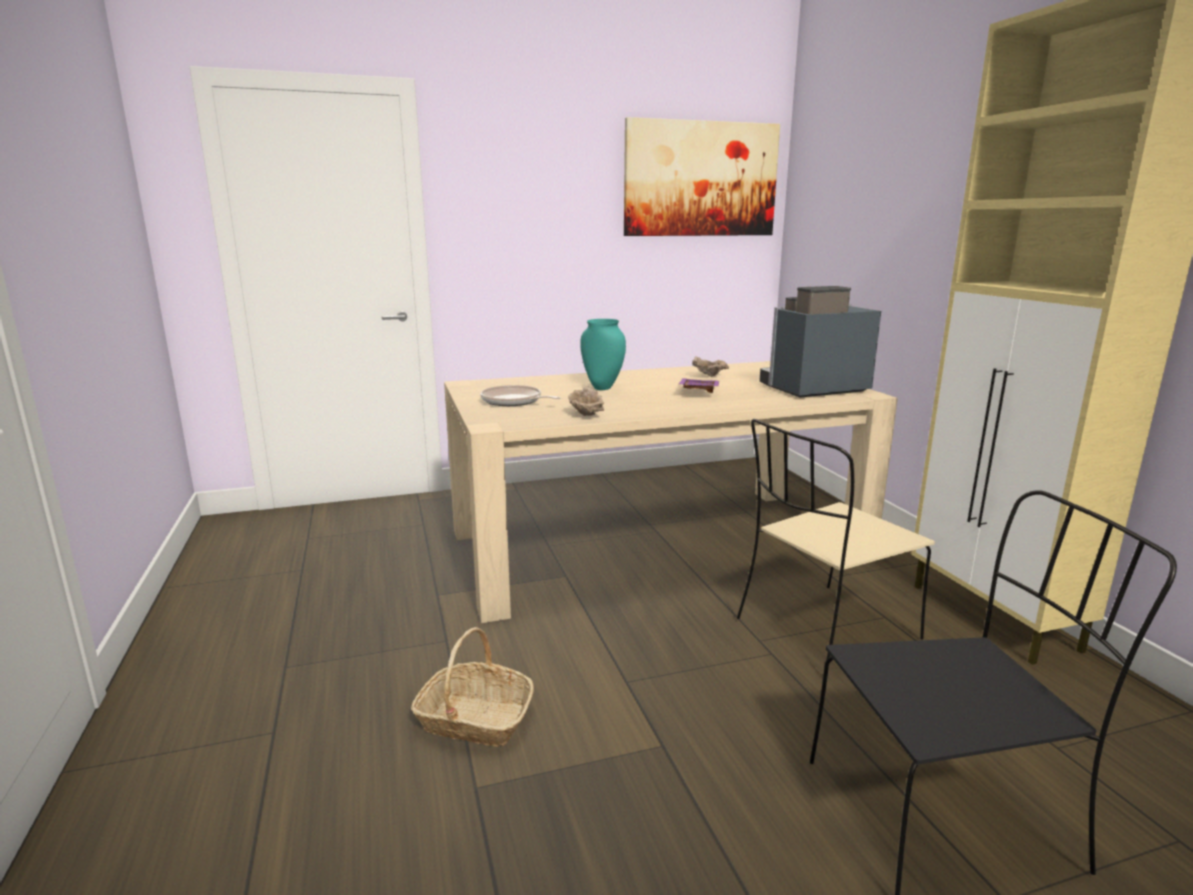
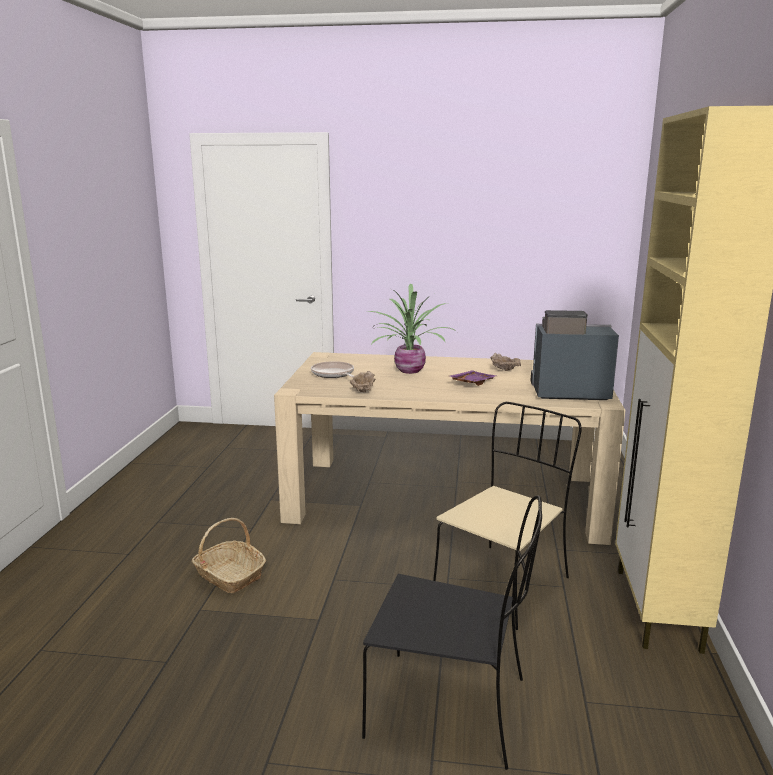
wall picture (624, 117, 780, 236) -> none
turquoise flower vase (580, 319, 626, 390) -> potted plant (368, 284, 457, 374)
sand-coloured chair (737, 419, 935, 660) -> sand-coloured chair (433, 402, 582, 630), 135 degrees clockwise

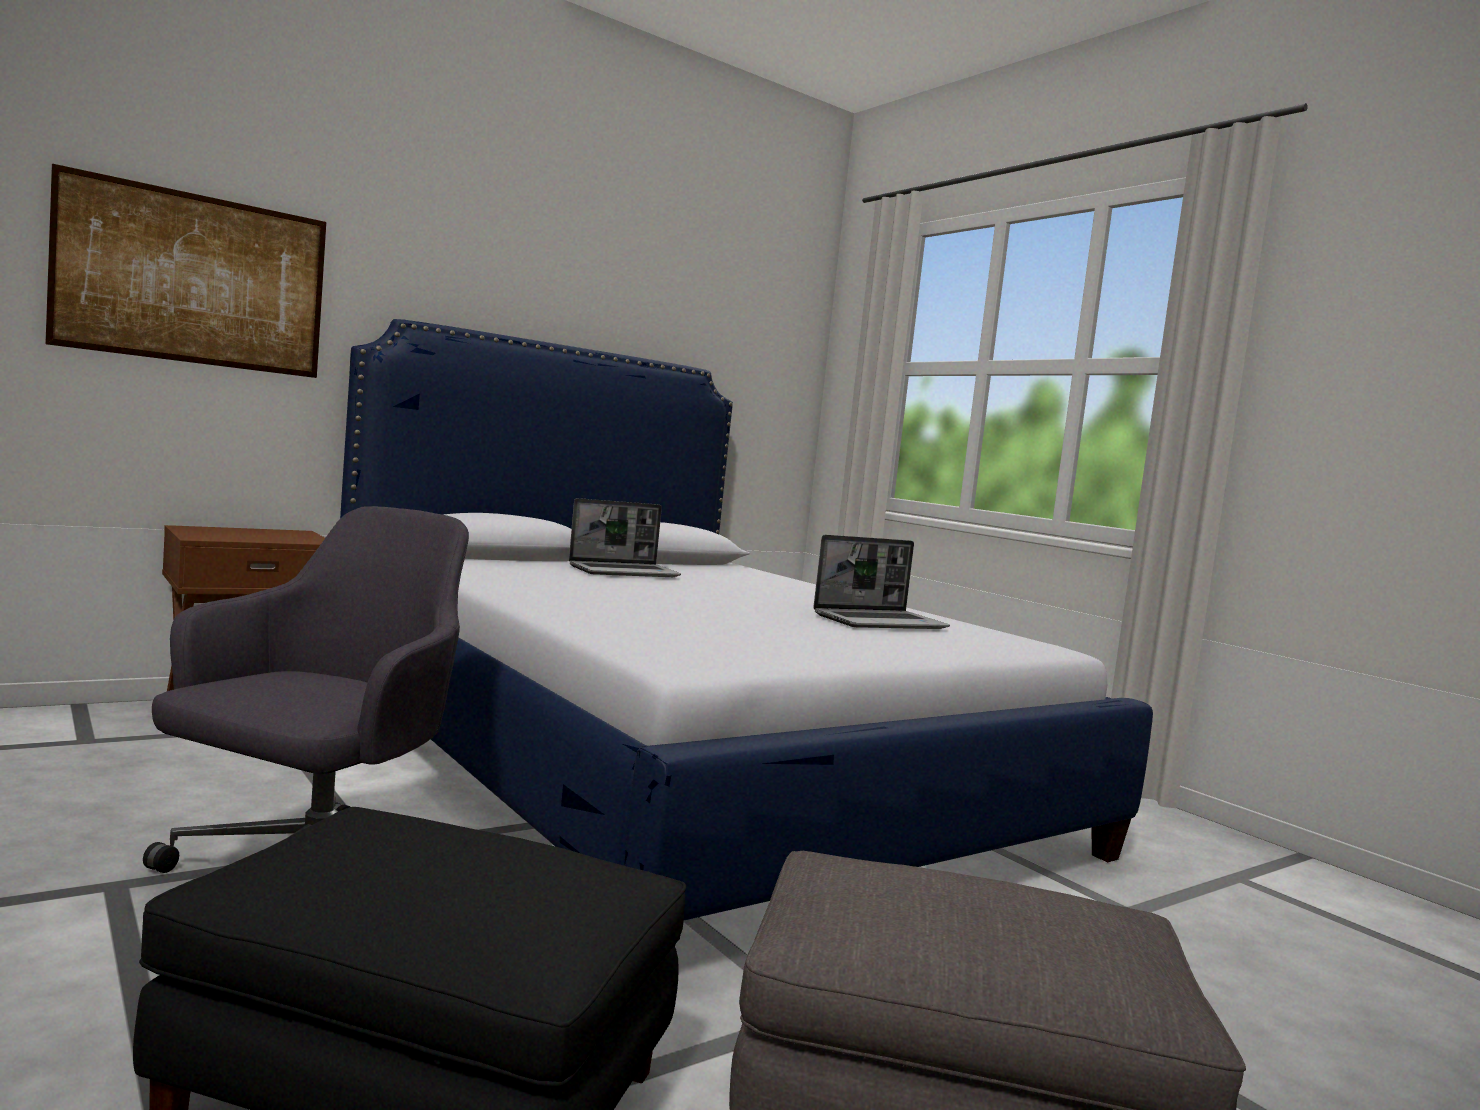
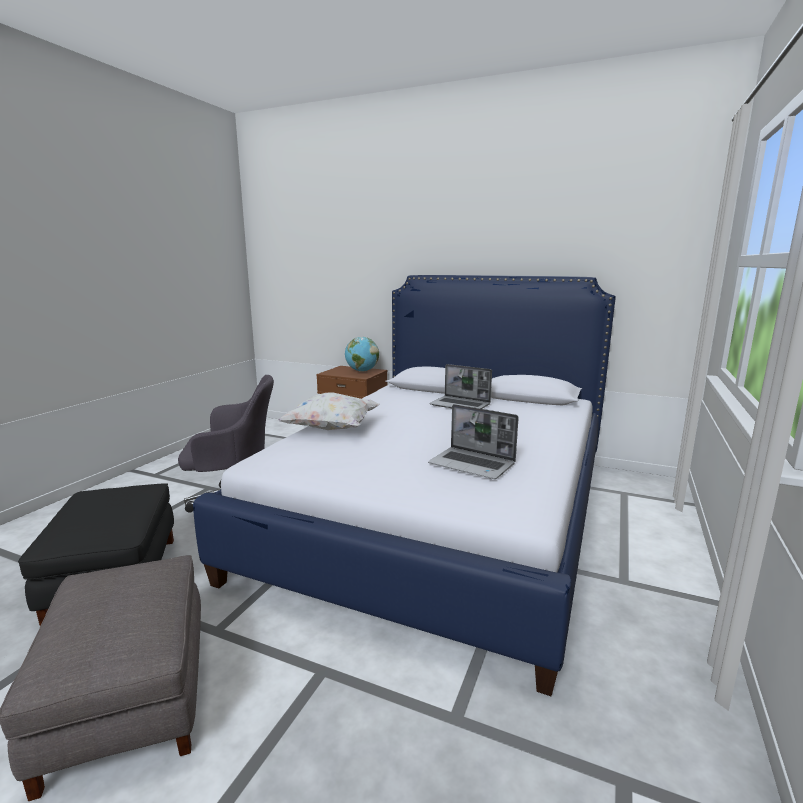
wall picture (45, 163, 326, 378) -> none
none -> whitish pillow (278, 392, 380, 430)
none -> globe (345, 337, 379, 372)

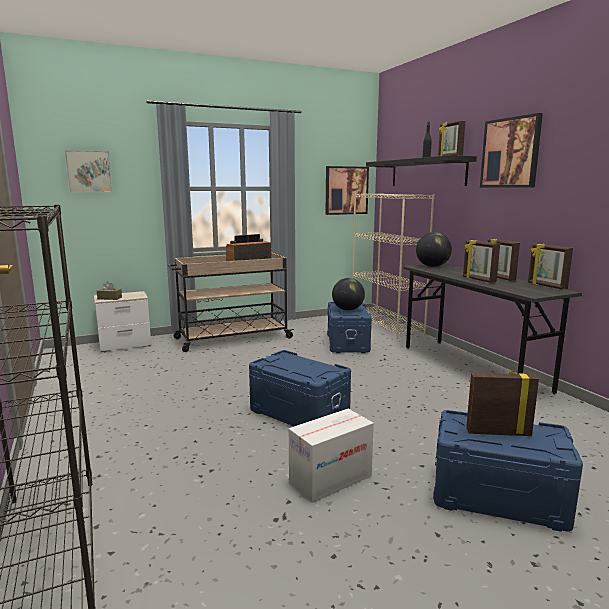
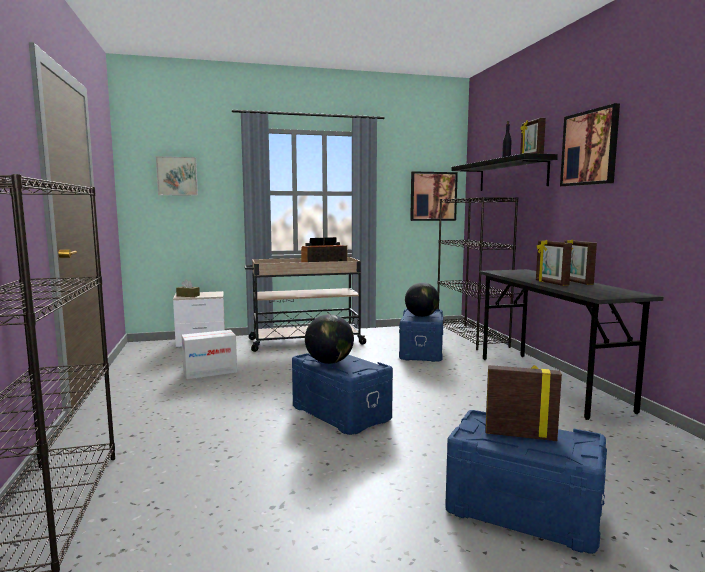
photo frame (528, 243, 573, 290) -> none
packing box (289, 409, 374, 503) -> packing box (181, 330, 237, 379), moved
globe (416, 232, 452, 267) -> globe (305, 314, 354, 364), moved
sand-coloured bookshelf (352, 193, 435, 339) -> blackish bookshelf (437, 197, 518, 350)

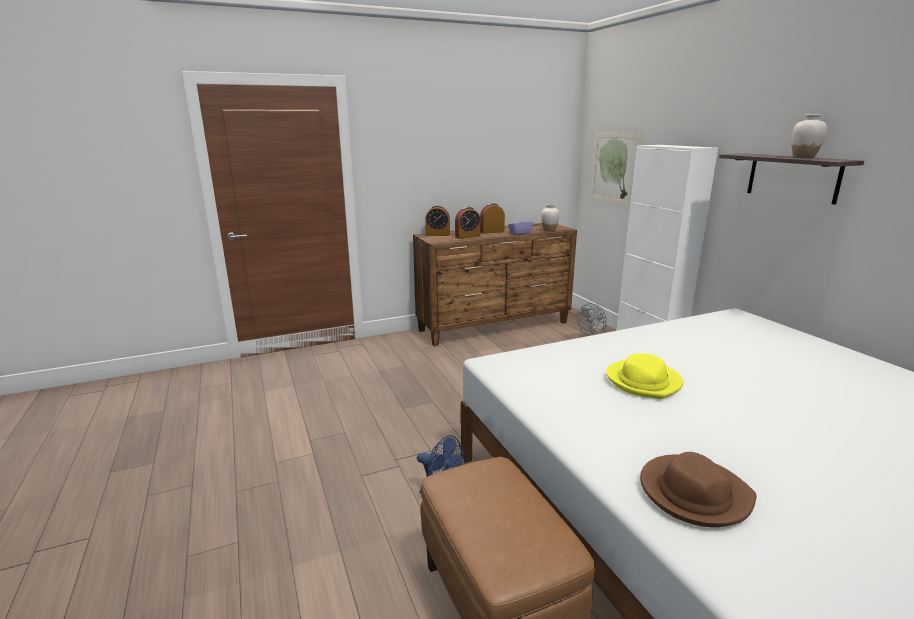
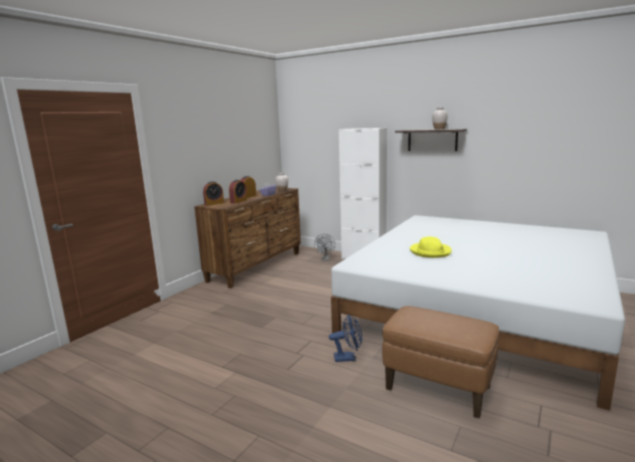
wall picture (590, 132, 642, 207) -> none
brown-coloured clothing hat (640, 452, 756, 527) -> none

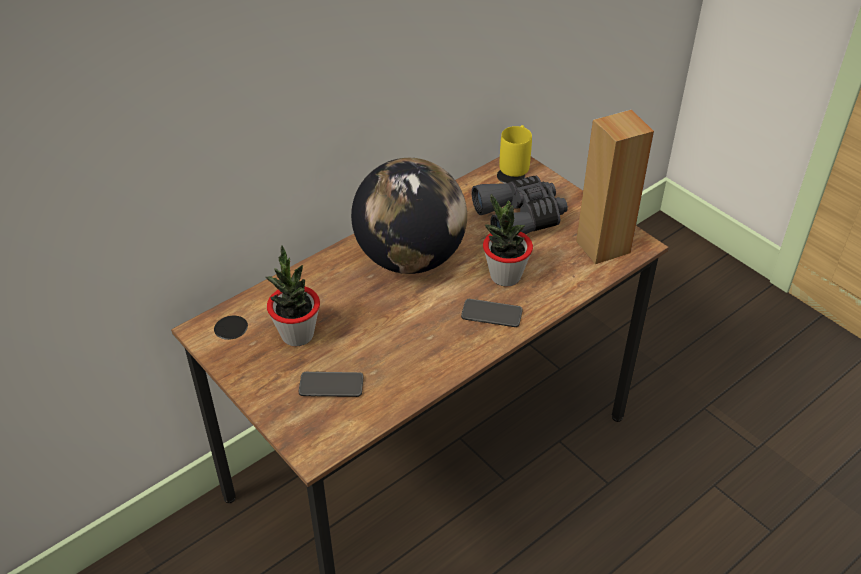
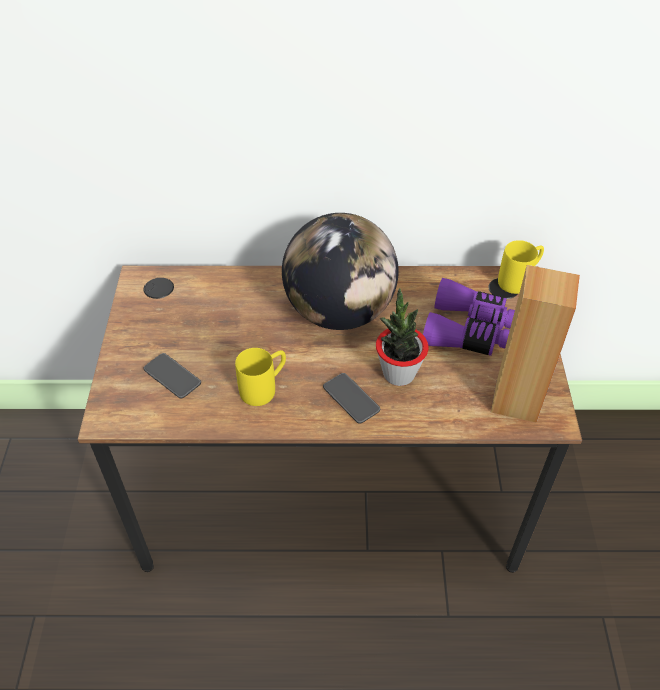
potted plant (266, 245, 320, 346) -> none
none -> yellowish mug (235, 348, 286, 406)
greyish field glasses (472, 176, 568, 234) -> purple-coloured field glasses (423, 278, 515, 356)

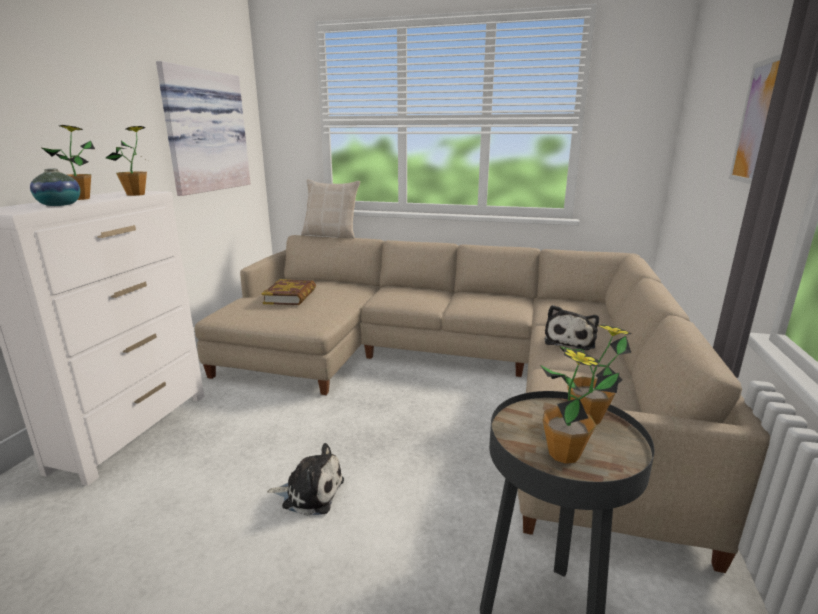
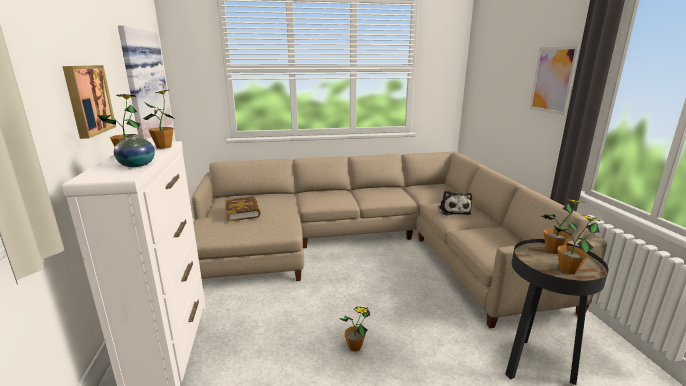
sand-coloured pillow (301, 179, 360, 238) -> none
none -> wall picture (62, 65, 116, 139)
soft toy (267, 443, 344, 516) -> potted plant (339, 307, 370, 352)

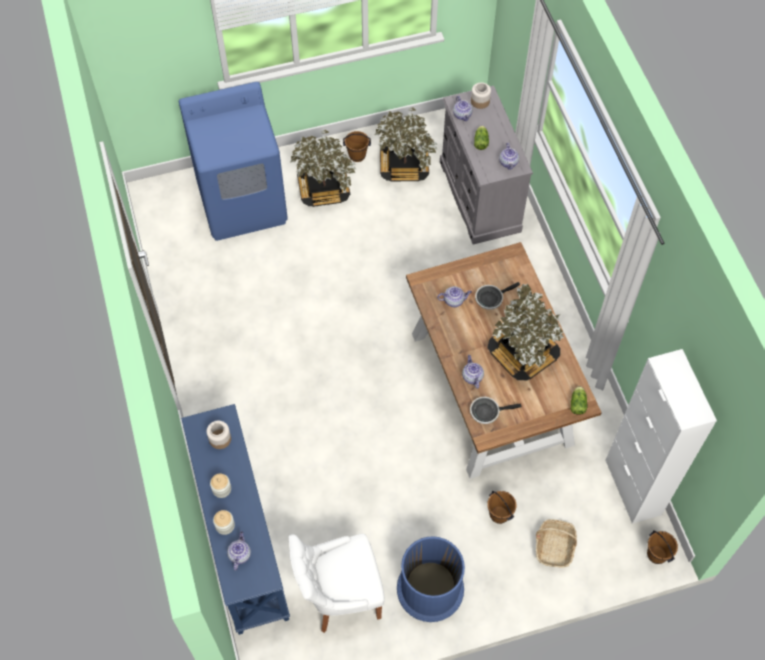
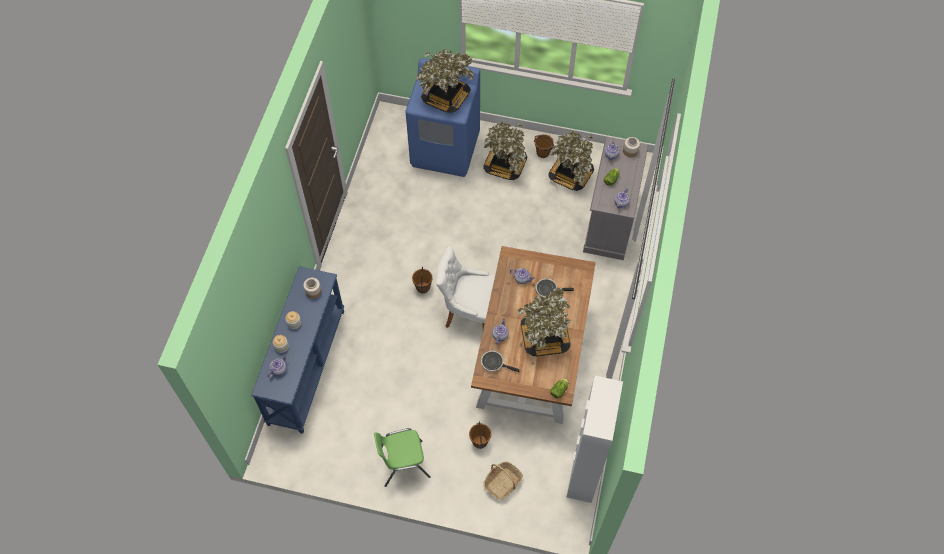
none -> potted plant (417, 48, 474, 113)
whitish chair (289, 533, 385, 633) -> whitish chair (436, 246, 495, 329), moved
brown-coloured bucket (647, 530, 678, 564) -> brown-coloured bucket (412, 267, 433, 293), moved
blue-coloured rubbish bin (397, 536, 465, 622) -> green-coloured chair (374, 428, 431, 487)

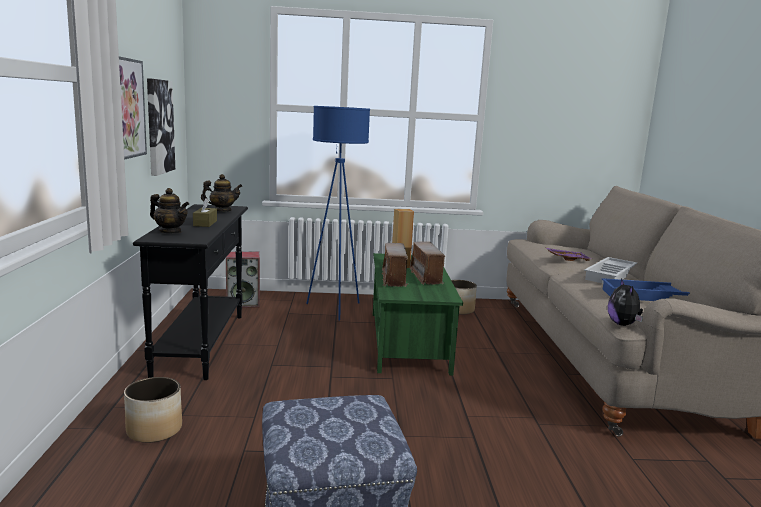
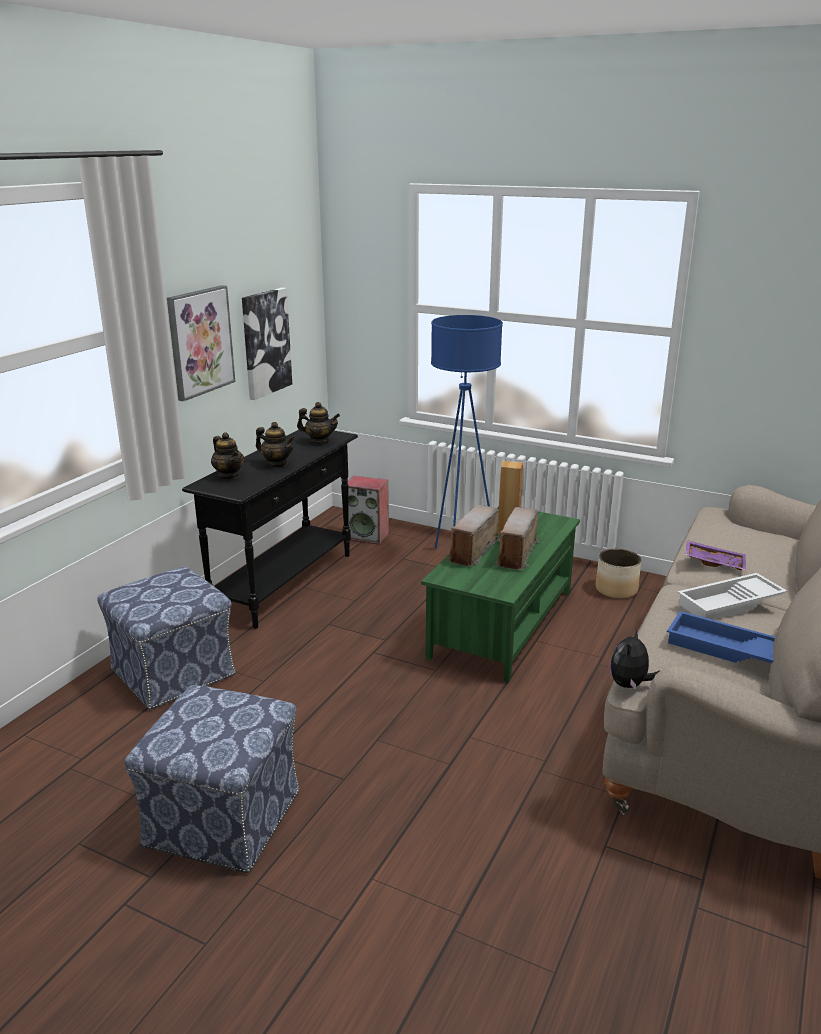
planter (124, 377, 182, 443) -> footrest (97, 567, 236, 710)
brown-coloured box of tissues (193, 198, 217, 227) -> pot for tea (256, 422, 295, 467)

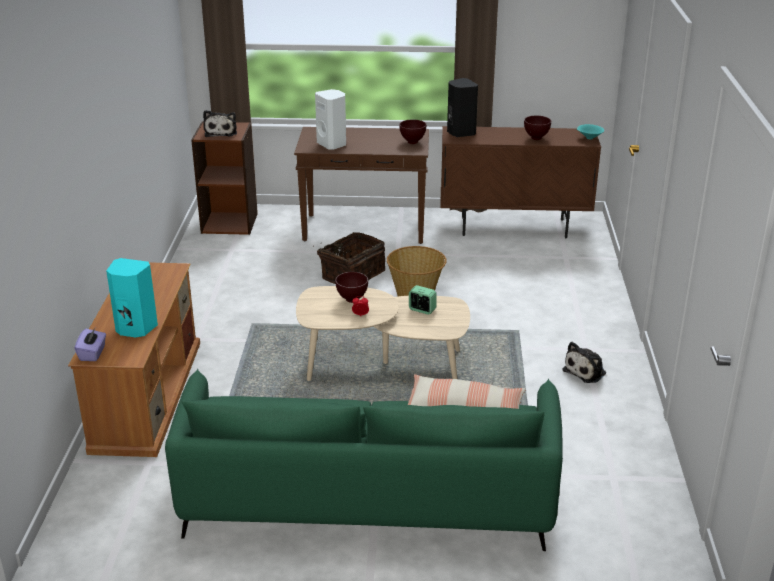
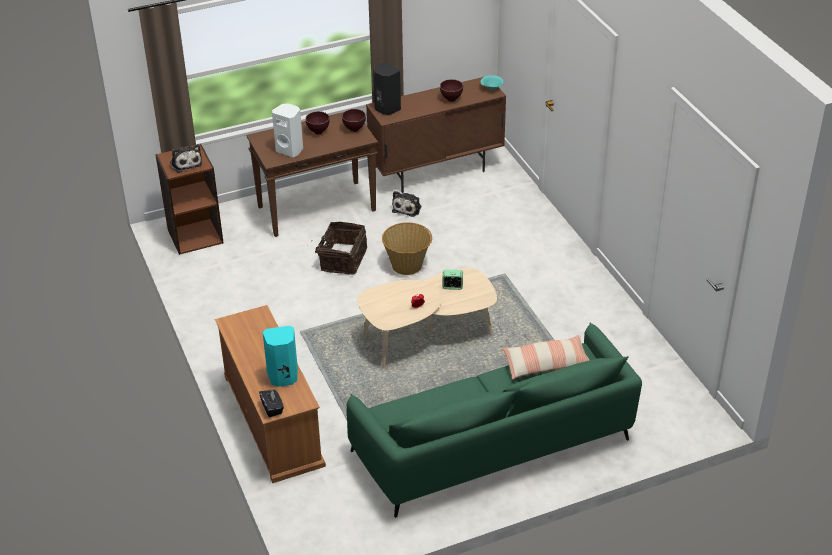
brown-coloured bowl (335, 272, 368, 303) -> brown-coloured bowl (306, 111, 330, 134), moved
soft toy (562, 342, 606, 383) -> soft toy (392, 191, 421, 217), moved
purple-coloured box of tissues (74, 328, 106, 361) -> blackish box of tissues (259, 390, 284, 417)

